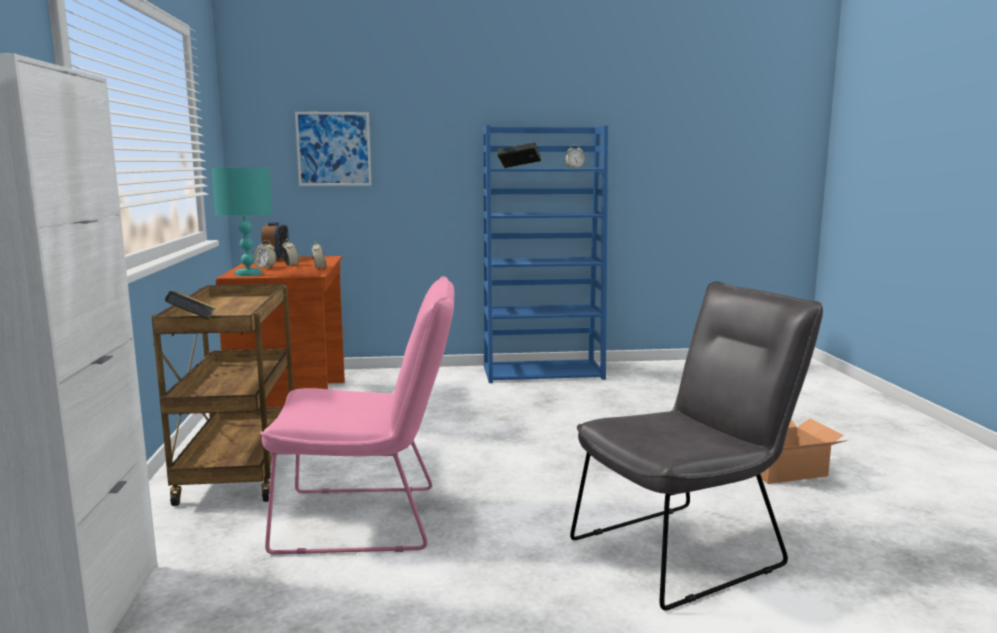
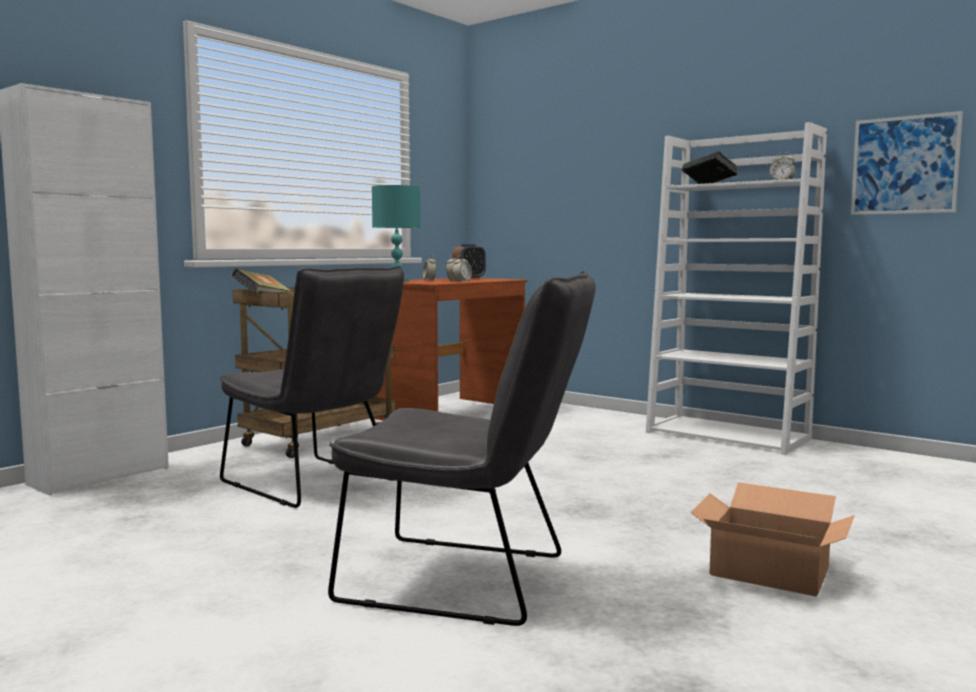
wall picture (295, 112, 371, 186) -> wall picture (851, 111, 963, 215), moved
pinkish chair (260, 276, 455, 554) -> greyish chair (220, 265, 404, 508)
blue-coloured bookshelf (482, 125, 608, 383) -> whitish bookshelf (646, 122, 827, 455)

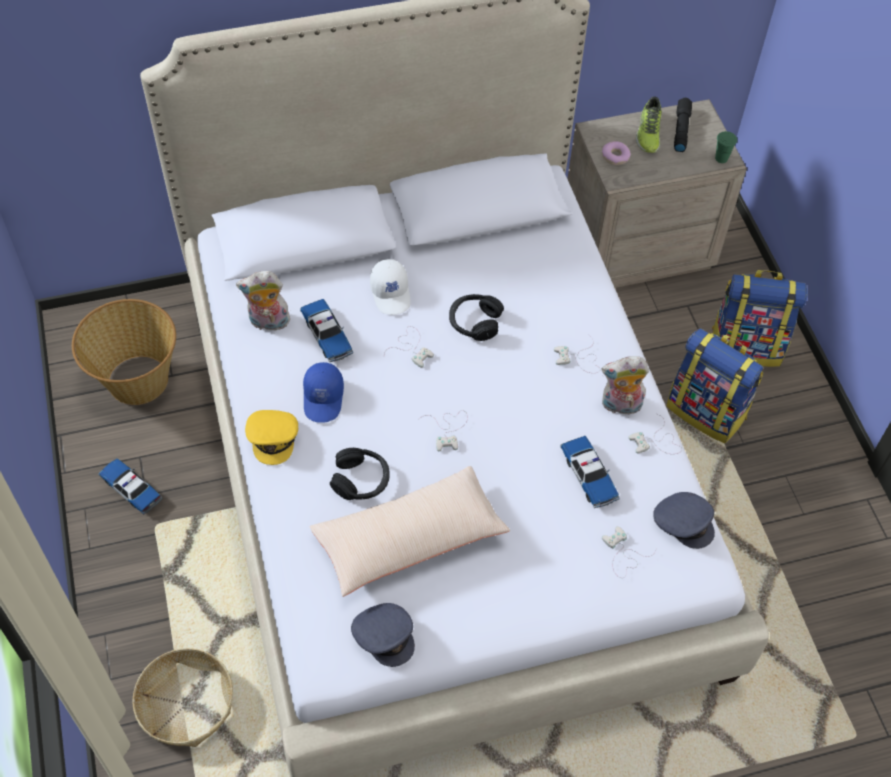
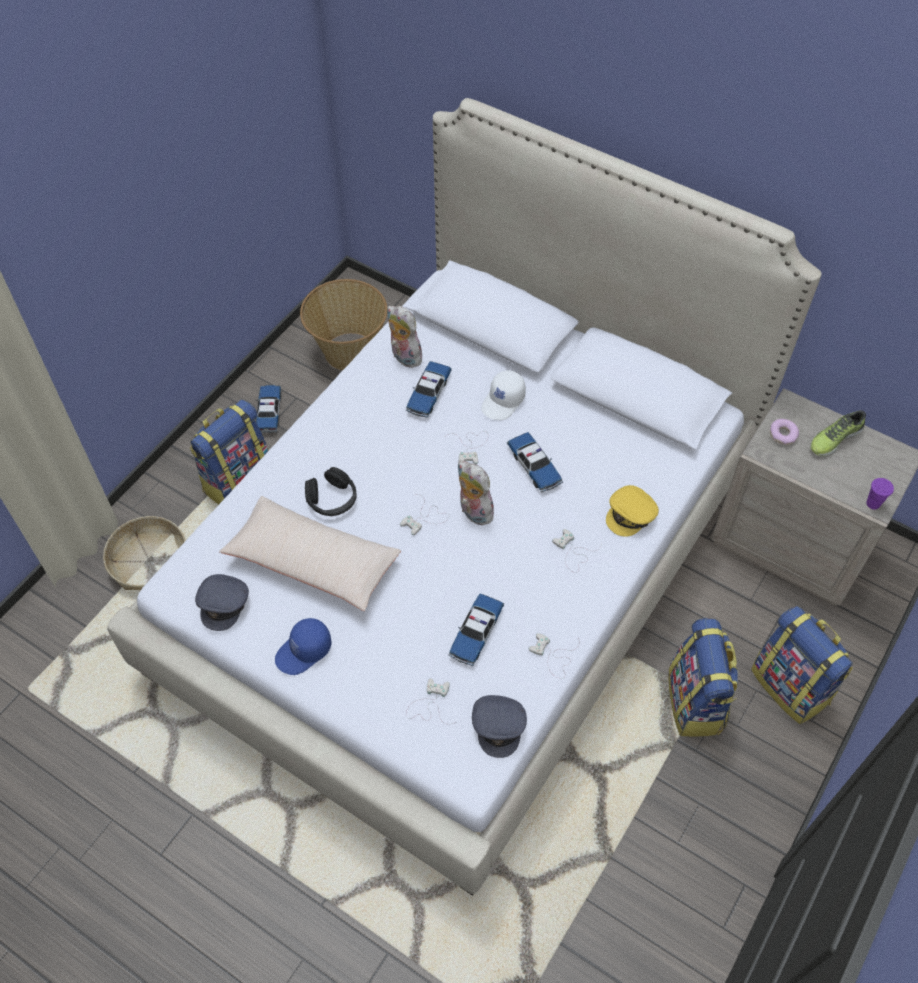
blackish hand torch (674, 98, 692, 152) -> none
none -> knapsack (190, 399, 269, 505)
yellowish peaked cap (245, 410, 298, 465) -> yellowish peaked cap (606, 485, 659, 537), moved
blue-coloured peaked cap (303, 362, 344, 423) -> blue-coloured peaked cap (275, 618, 332, 675), moved
soft toy (602, 356, 649, 415) -> soft toy (458, 461, 497, 525), moved
blackish pair of headphones (449, 294, 504, 341) -> toy car (507, 432, 563, 492)
green-coloured drinking cup (715, 131, 737, 163) -> purple-coloured drinking cup (866, 478, 894, 509)

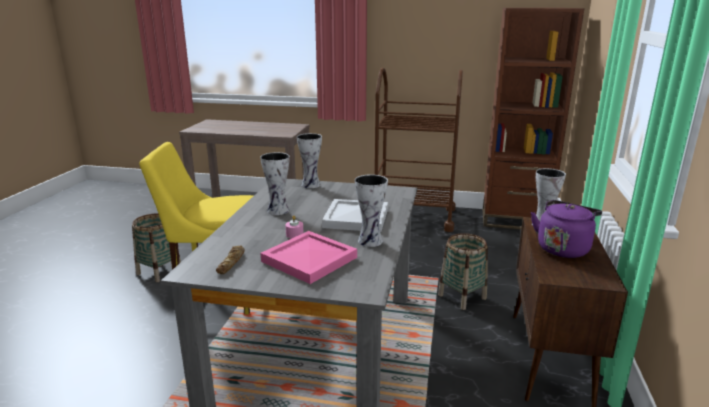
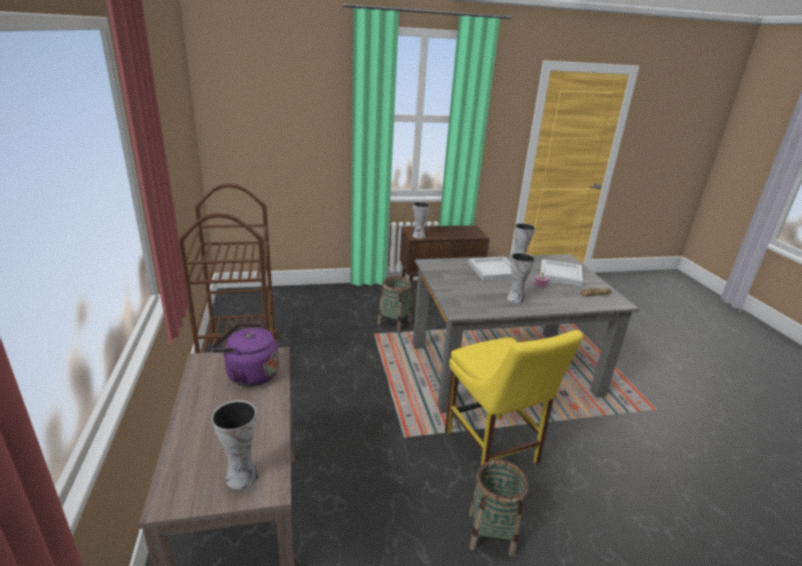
brown-coloured bookshelf (483, 8, 584, 229) -> none
flower vase (297, 133, 322, 188) -> flower vase (212, 400, 258, 489), moved
purple-coloured tea kettle (531, 200, 602, 258) -> purple-coloured tea kettle (211, 323, 279, 387), moved
pinkish tray (261, 231, 357, 284) -> whitish tray (540, 259, 583, 287)

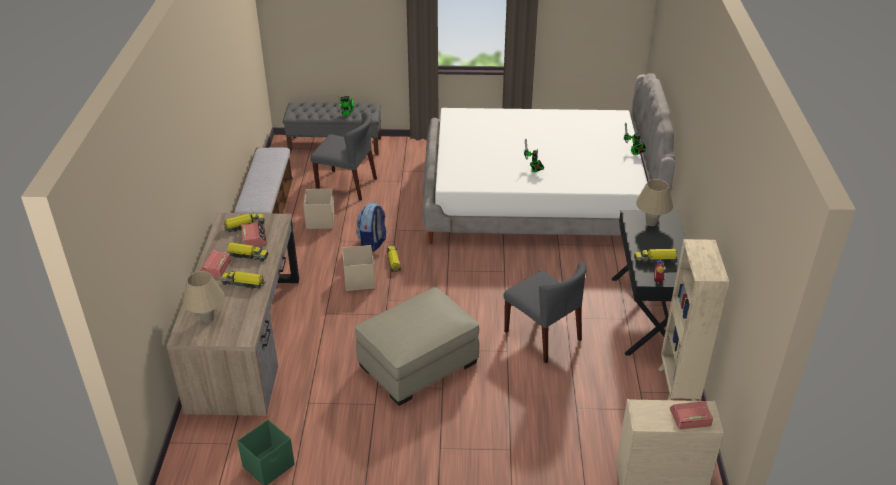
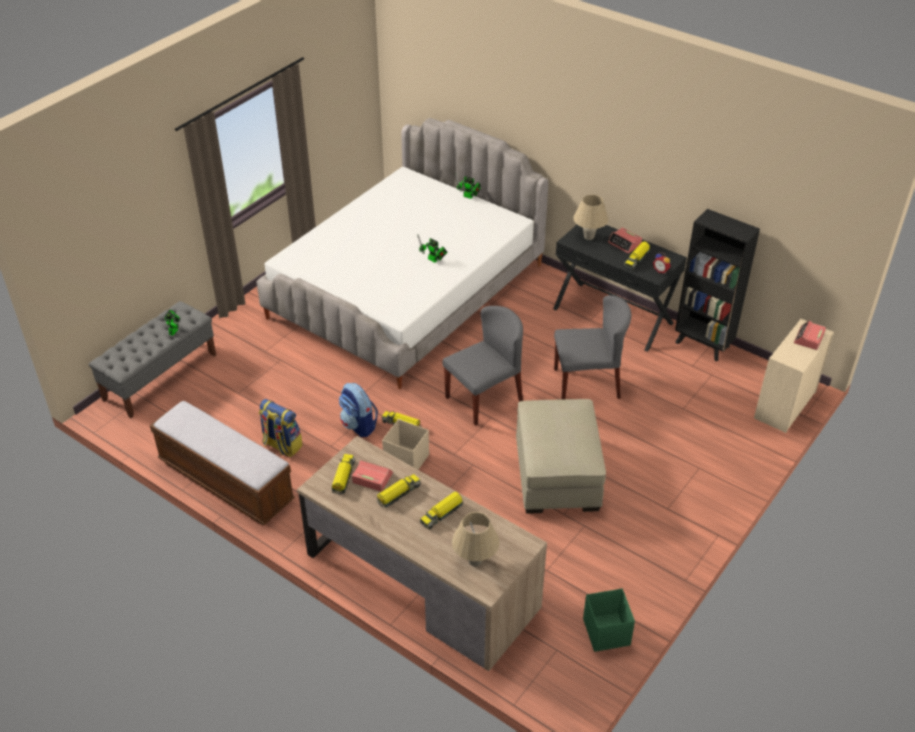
alarm clock (200, 250, 231, 278) -> alarm clock (608, 228, 642, 253), moved
greyish chair (311, 112, 377, 201) -> greyish chair (442, 306, 523, 426), moved
sand-coloured storage container (303, 188, 334, 229) -> knapsack (259, 399, 303, 457)
sand-coloured bookshelf (658, 239, 729, 401) -> blackish bookshelf (675, 209, 760, 361)

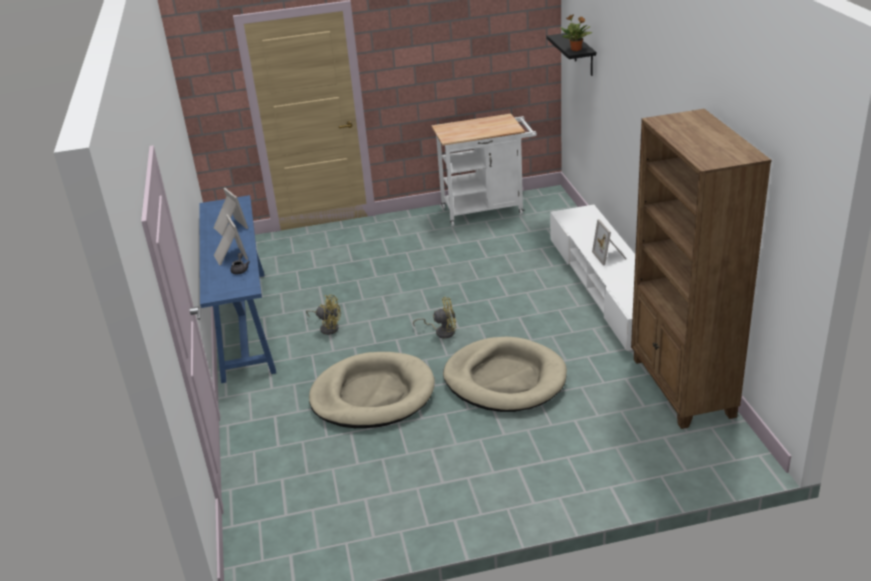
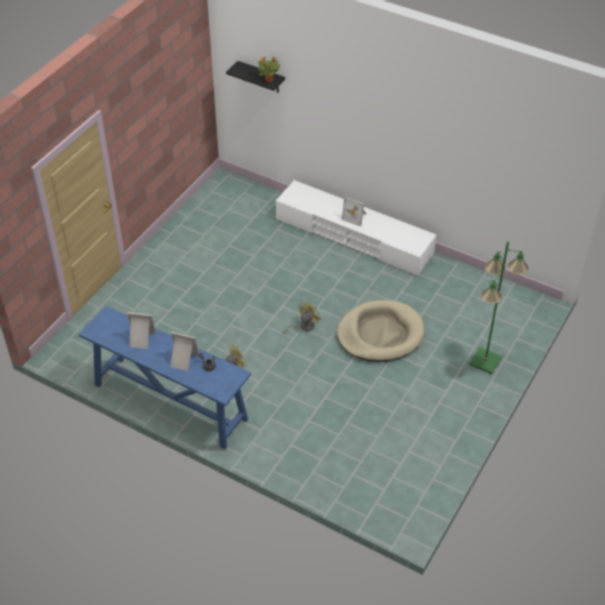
sand-coloured pet bed (309, 352, 435, 428) -> none
whitish trolley (432, 114, 537, 226) -> none
brown-coloured bookshelf (631, 109, 772, 429) -> none
none -> green-coloured floor lamp (469, 241, 529, 374)

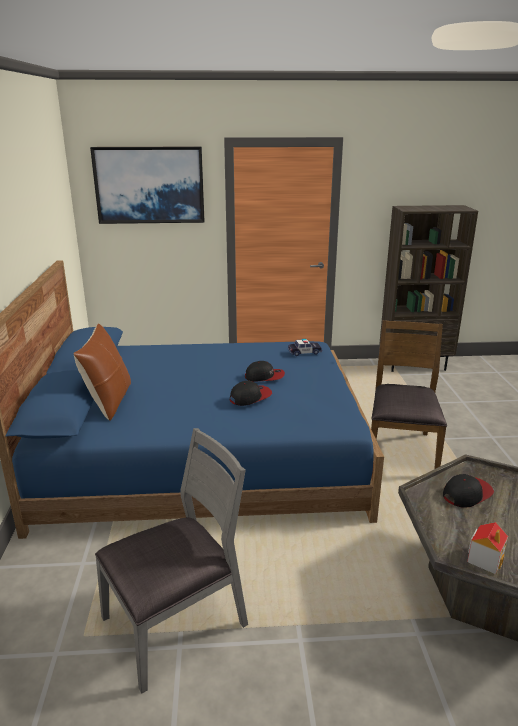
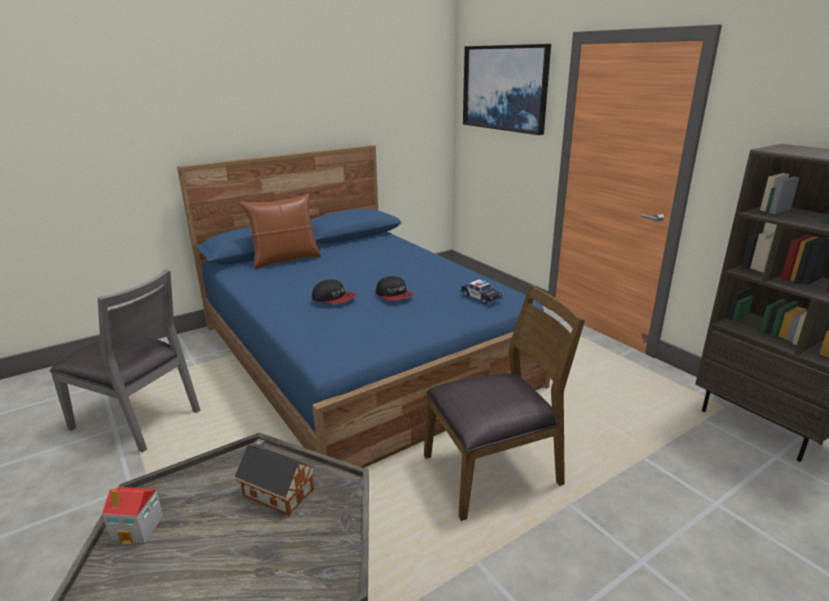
peaked cap (443, 474, 494, 507) -> model house (235, 439, 315, 516)

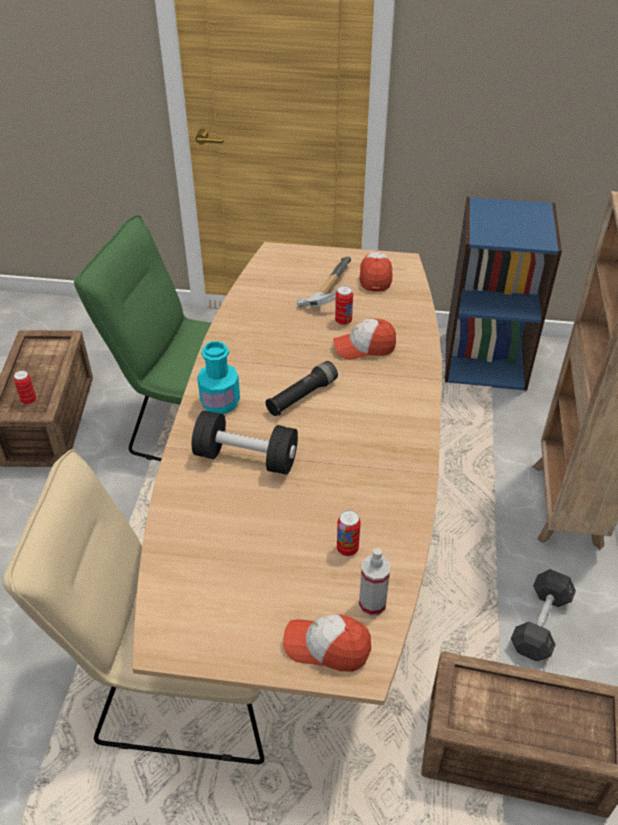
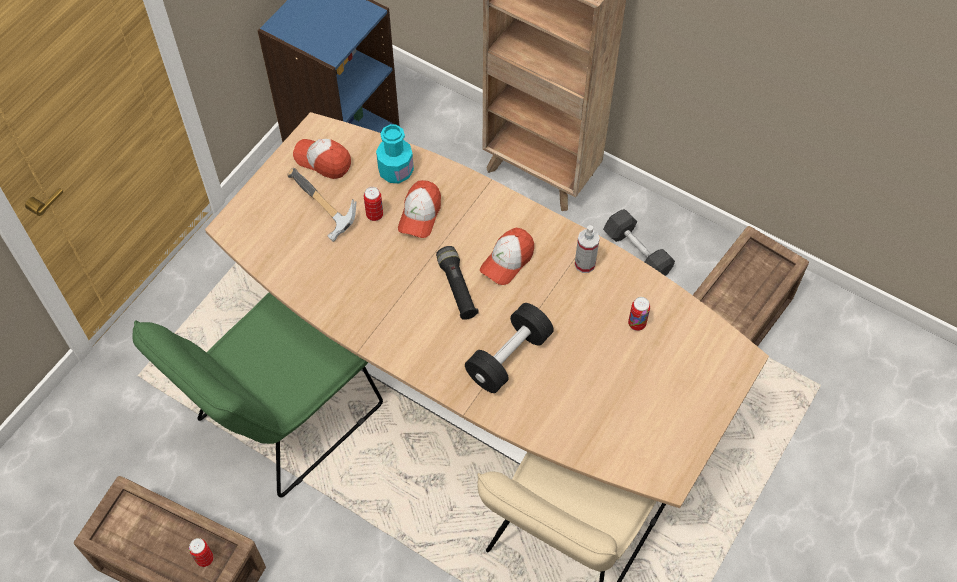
turquoise beverage bottle (197, 341, 240, 414) -> turquoise beverage bottle (376, 124, 414, 183), moved
peaked cap (283, 614, 371, 672) -> peaked cap (480, 228, 534, 285), moved
spray bottle (359, 548, 391, 616) -> spray bottle (574, 225, 600, 273), moved

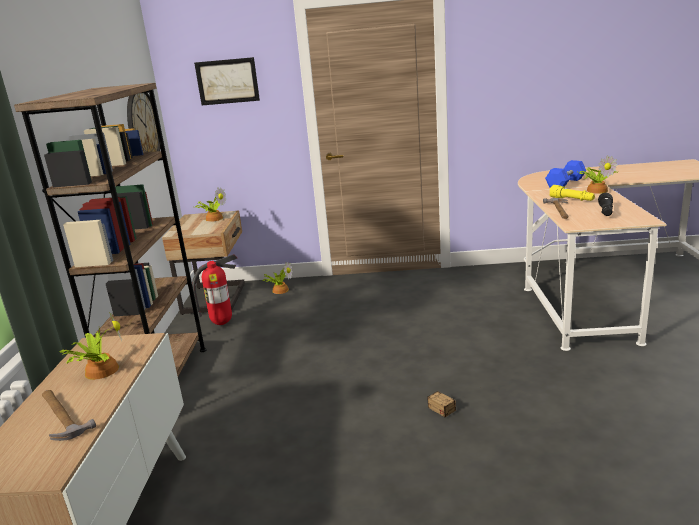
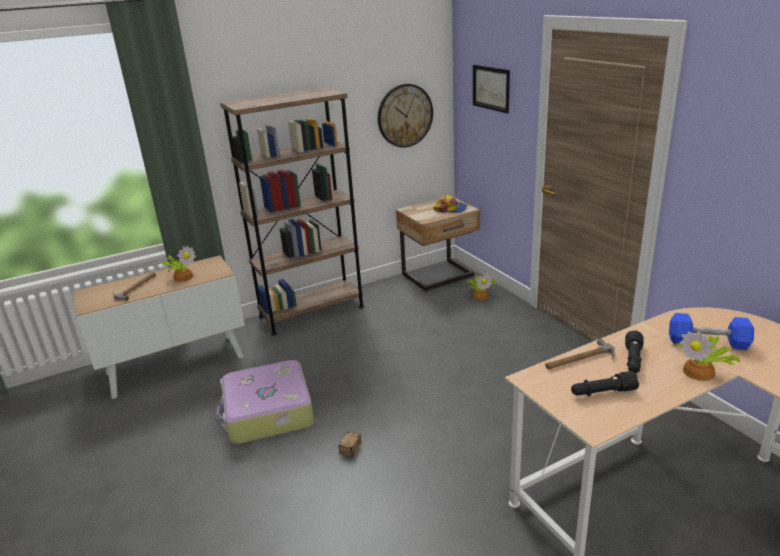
extinguisher (192, 254, 237, 325) -> none
none -> piece of luggage (216, 360, 314, 444)
potted plant (195, 188, 226, 222) -> peaked cap (433, 195, 467, 213)
yellowish hand torch (549, 185, 595, 201) -> blackish hand torch (625, 331, 644, 373)

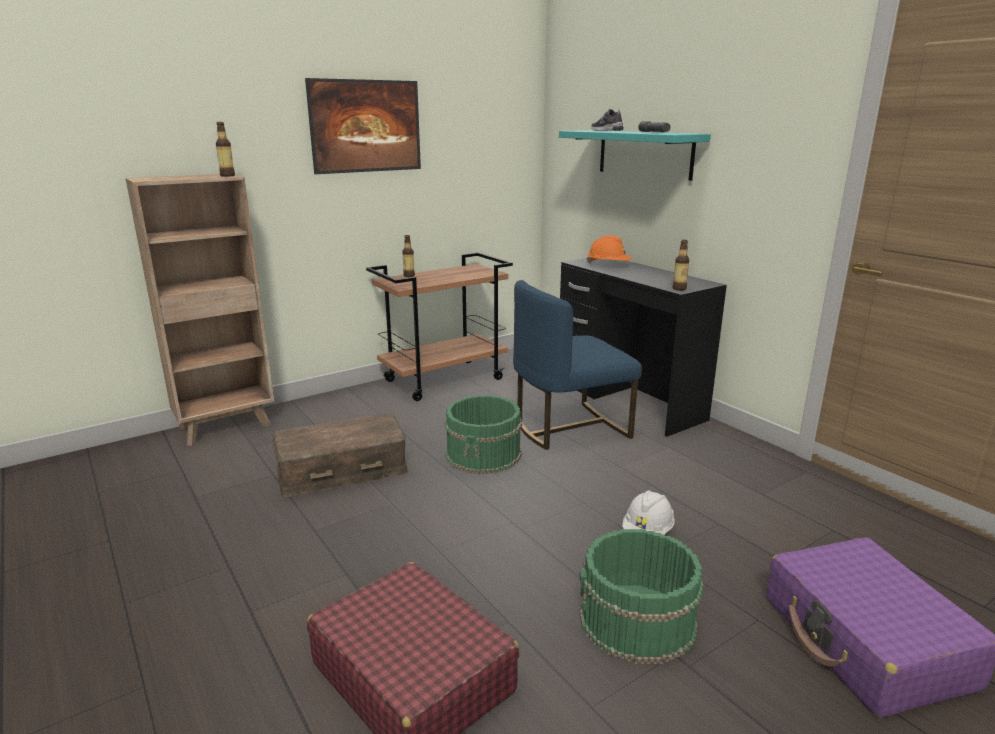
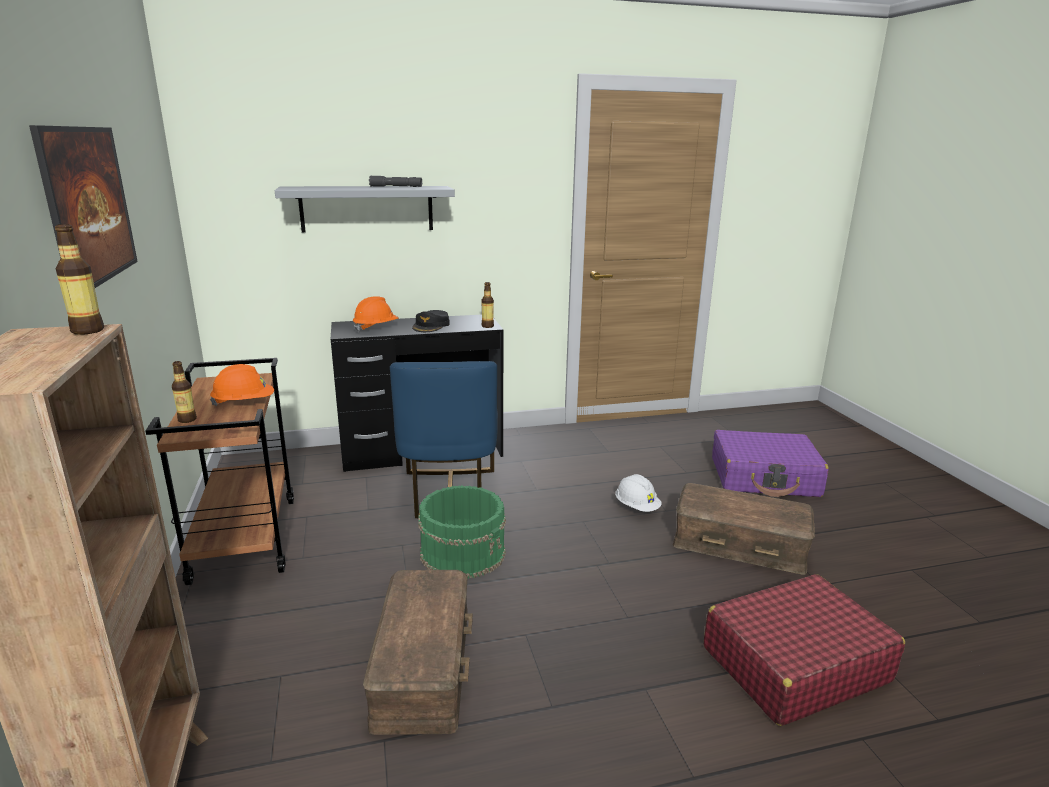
low shoe (591, 109, 624, 131) -> none
none -> orange-coloured safety helmet (210, 364, 274, 406)
none -> blackish peaked cap (412, 310, 450, 332)
green-coloured bucket (579, 529, 703, 664) -> brown-coloured storage container (673, 483, 815, 574)
turquoise shelf (559, 130, 711, 181) -> greyish shelf (275, 186, 455, 232)

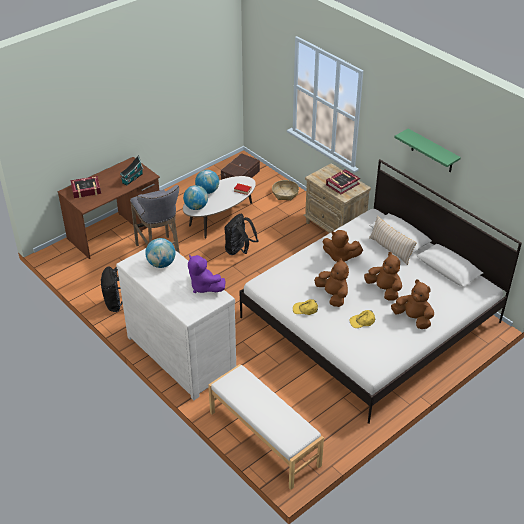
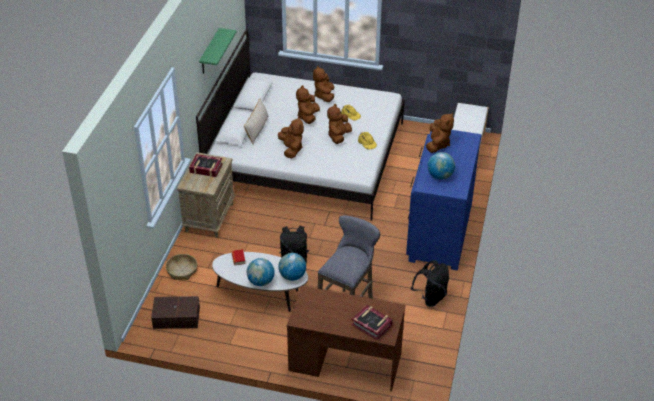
model house (120, 155, 143, 185) -> none
whitish chest of drawers (116, 248, 236, 401) -> blue-coloured chest of drawers (406, 130, 482, 270)
purple-coloured soft toy (188, 254, 226, 293) -> brown-coloured soft toy (426, 112, 454, 153)

